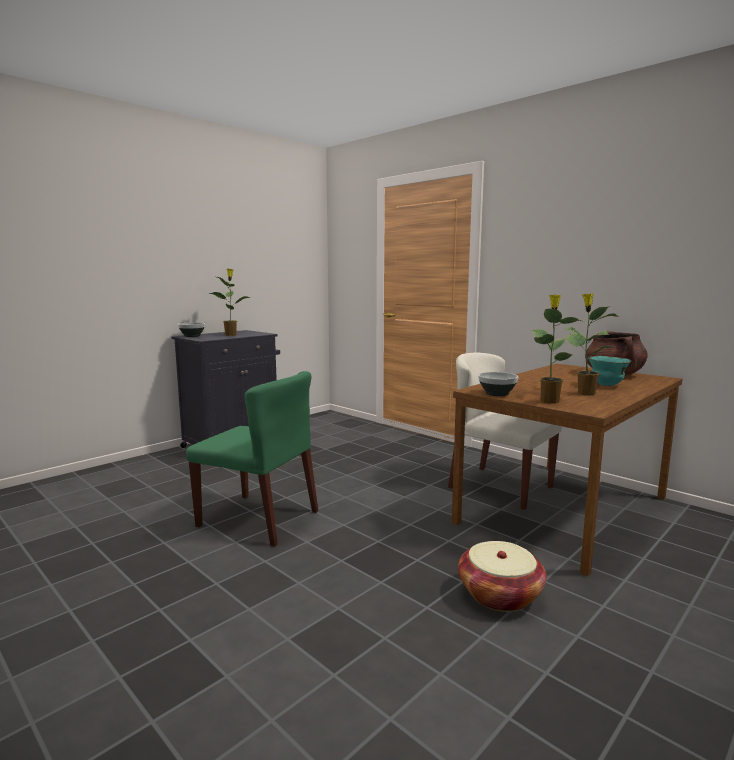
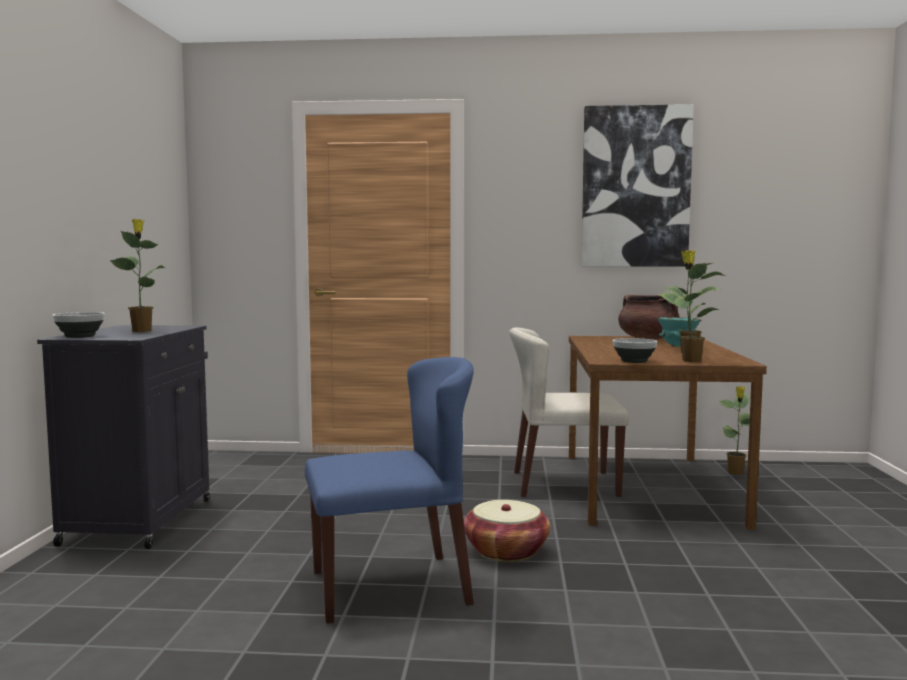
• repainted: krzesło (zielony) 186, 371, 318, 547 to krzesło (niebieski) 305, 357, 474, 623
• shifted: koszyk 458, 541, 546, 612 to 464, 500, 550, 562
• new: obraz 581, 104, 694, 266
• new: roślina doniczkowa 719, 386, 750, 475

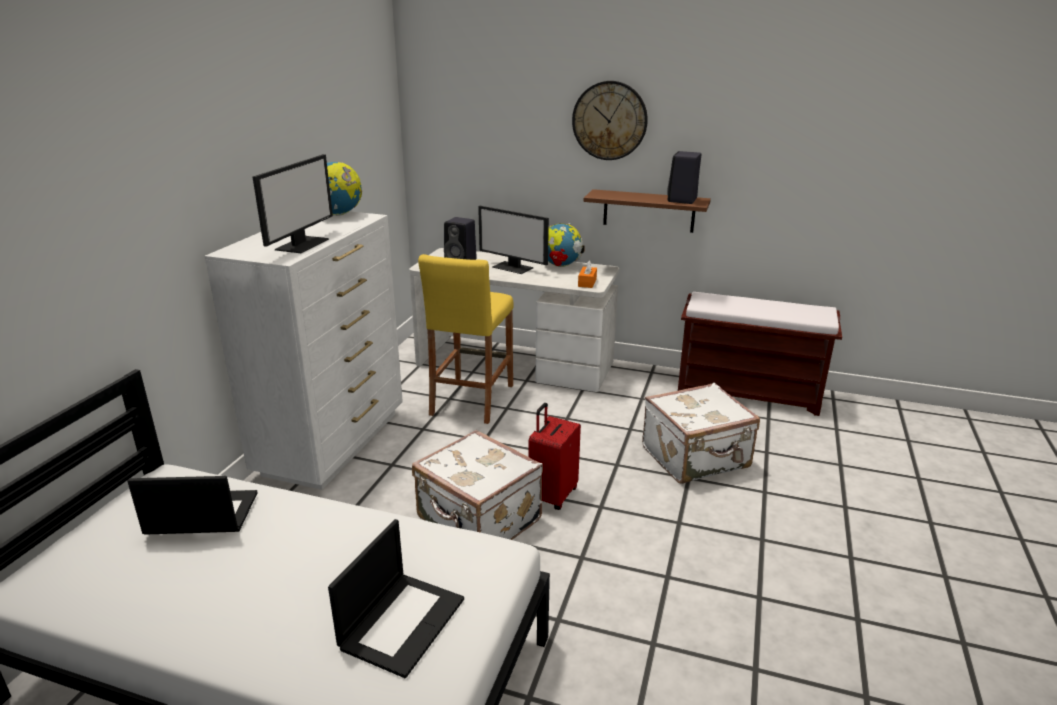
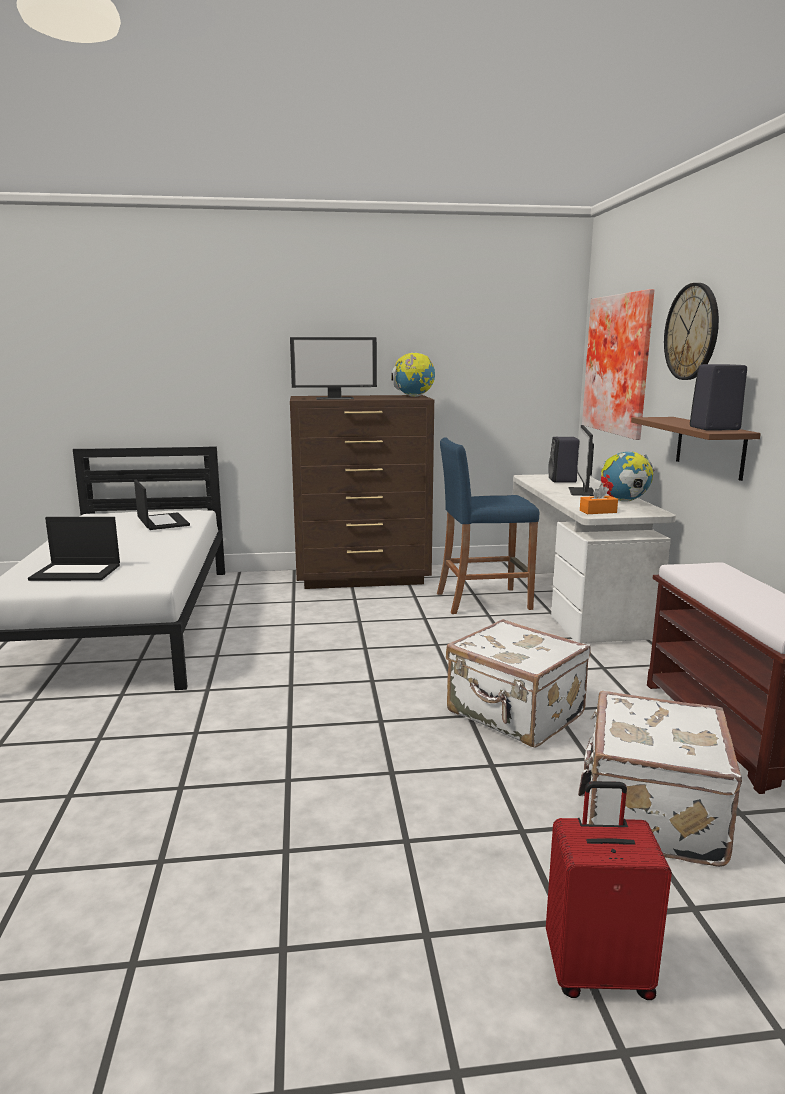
• repainted: komoda (biały) 205, 211, 403, 490 to komoda (brązowy) 290, 395, 434, 589
• repainted: stołek (żółty) 418, 254, 514, 424 to stołek (niebieski) 437, 438, 539, 614
• shifted: walizka (czerwony) 528, 403, 581, 510 to 546, 781, 672, 1000
• shifted: walizka (biały) 412, 430, 543, 540 to 578, 691, 742, 867
• new: obraz 582, 289, 654, 440

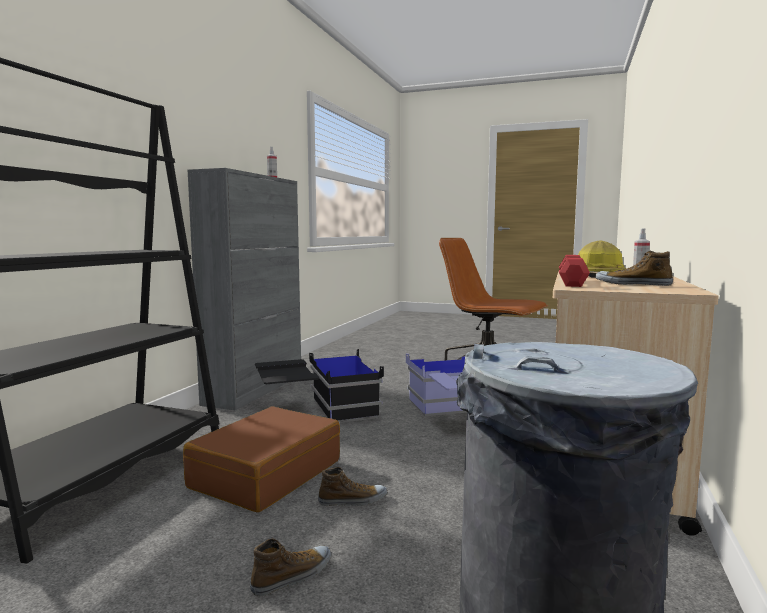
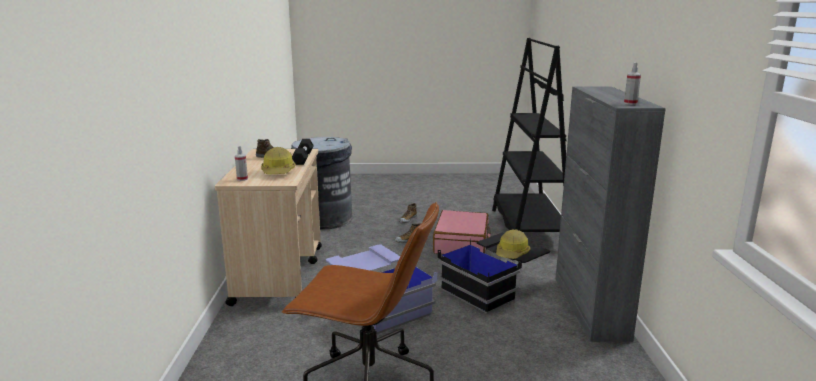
• repainted: hantel (czerwony) 559, 255, 590, 287 to hantel (czarny) 292, 139, 314, 165
• repainted: walizka (brązowy) 183, 406, 340, 513 to walizka (różowy) 433, 210, 491, 254
• new: kask 496, 229, 530, 259

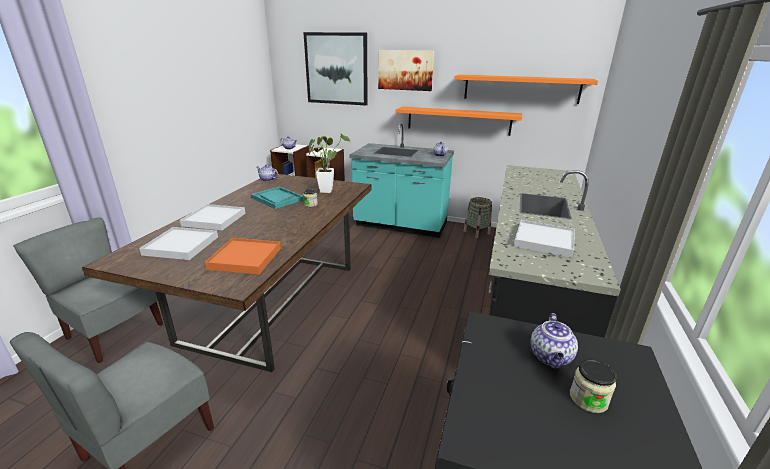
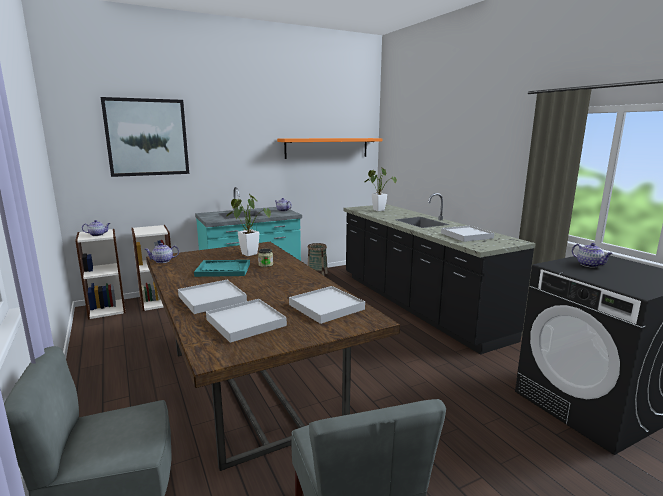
• repainted: taca (pomarańczowy) 205, 238, 281, 274 to taca (biały) 289, 286, 365, 324
• new: roślina doniczkowa 365, 167, 397, 211
• gone: obraz 378, 50, 434, 91
• gone: półka (pomarańczowy) 396, 107, 522, 136
• gone: słoik 570, 360, 617, 413

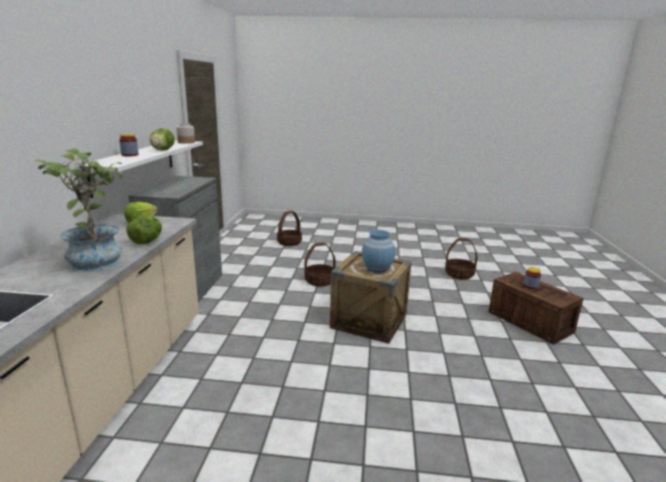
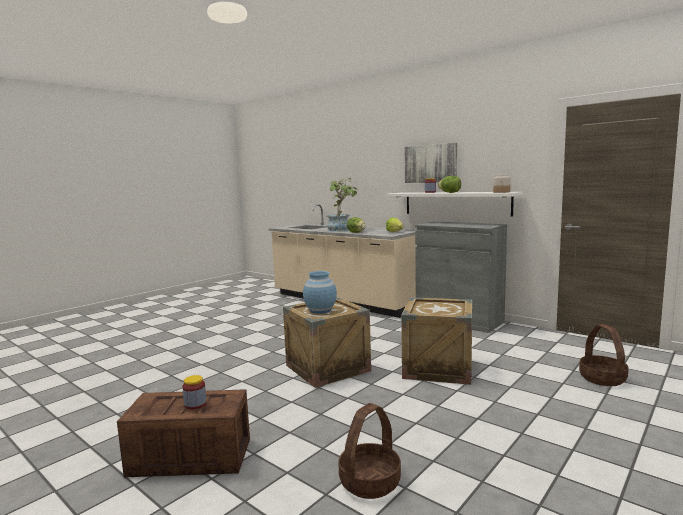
• swapped: koszyk 305, 243, 336, 287 to skrzynka 401, 297, 472, 385
• new: obraz 405, 143, 457, 183

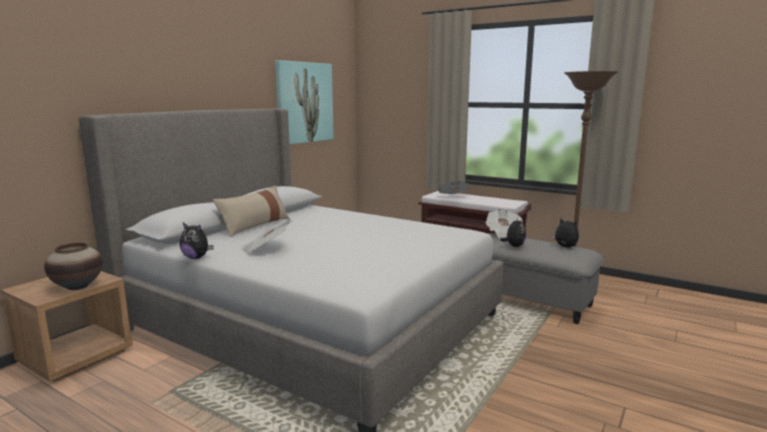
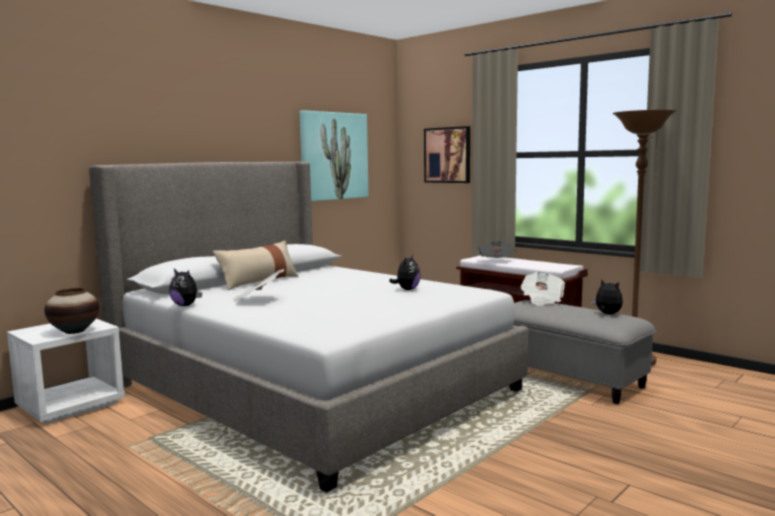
• repainted: szafka nocna (brązowy) 1, 271, 133, 382 to szafka nocna (biały) 7, 319, 125, 424
• shifted: pluszak 500, 218, 526, 247 to 389, 255, 421, 290
• new: obraz 424, 126, 470, 183

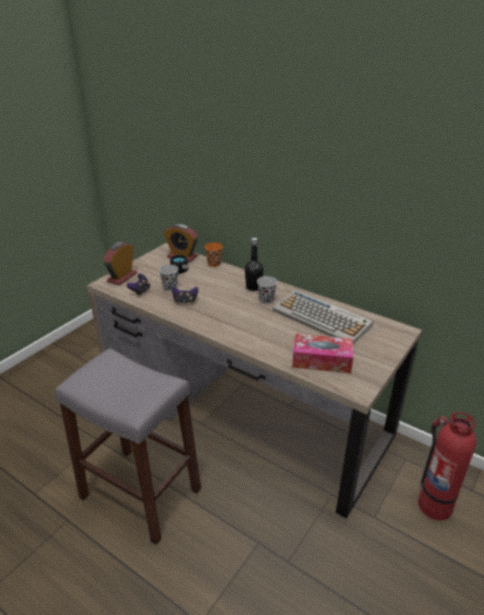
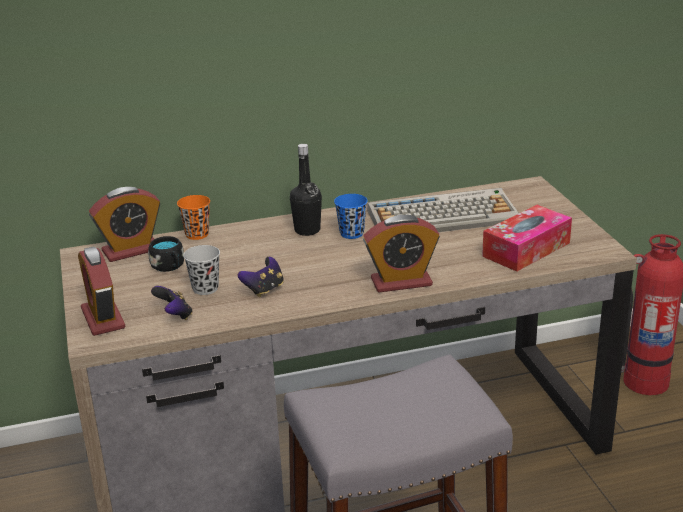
• repainted: filiżanka (czarny) 257, 276, 277, 304 to filiżanka (niebieski) 334, 194, 368, 239
• new: budzik 363, 215, 440, 293

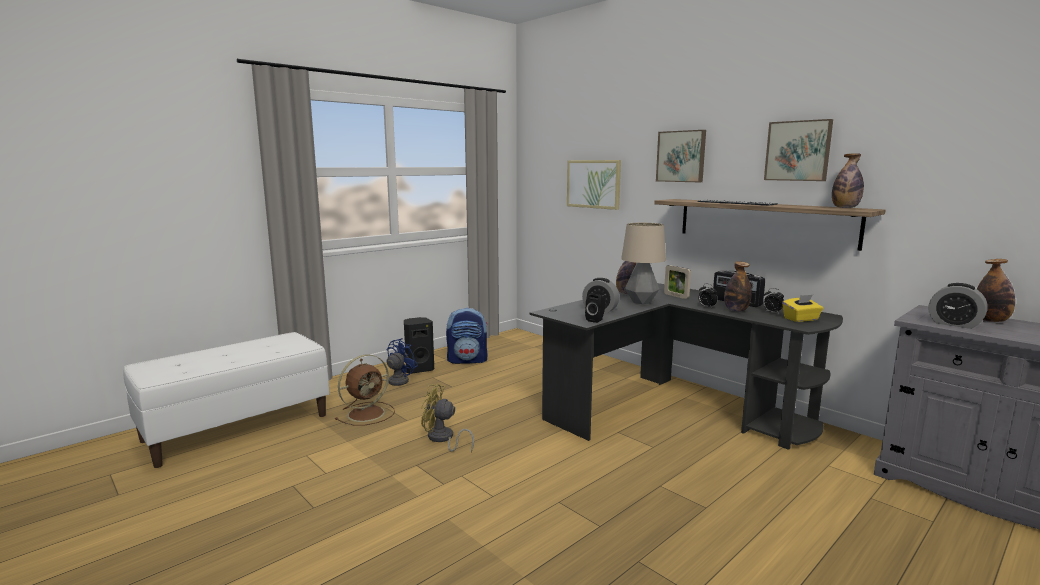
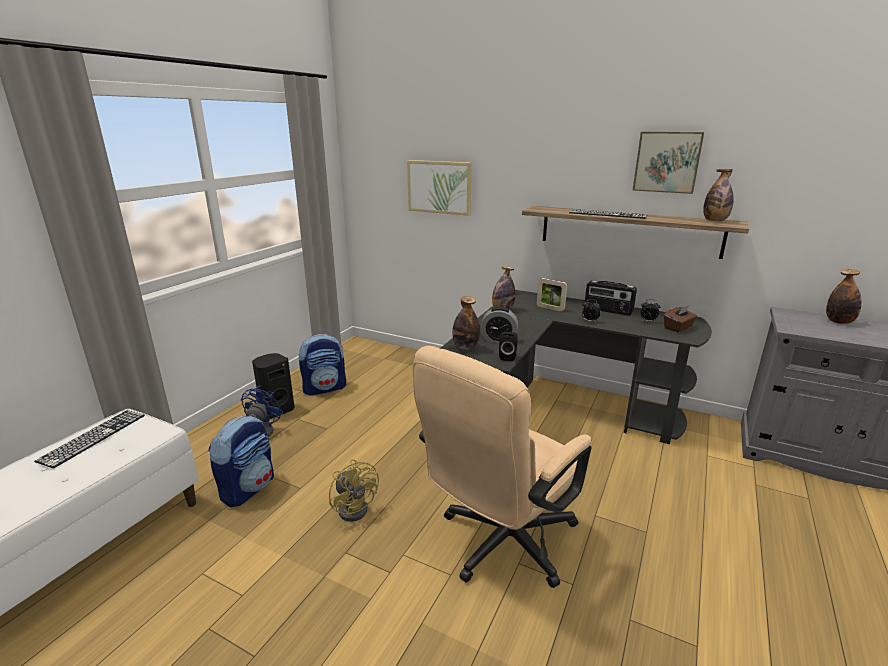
• new: klawiatura 34, 410, 145, 468
• swapped: wentylator (brązowy) 335, 354, 395, 426 to plecak 208, 416, 274, 507
• rotated: wentylator (żółty) 421, 384, 474, 452 = 329, 459, 379, 522 120 degrees counterclockwise
• new: krzesło biurowe (beżowy) 413, 346, 591, 588
• shifted: butelka 724, 261, 752, 312 to 452, 296, 480, 350
• repainted: pudełko chusteczek (żółty) 782, 295, 823, 322 to pudełko chusteczek (brązowy) 664, 305, 697, 332
• gone: lampa stołowa 621, 223, 666, 304
• gone: obraz 656, 130, 706, 182
• gone: budzik 929, 283, 988, 329

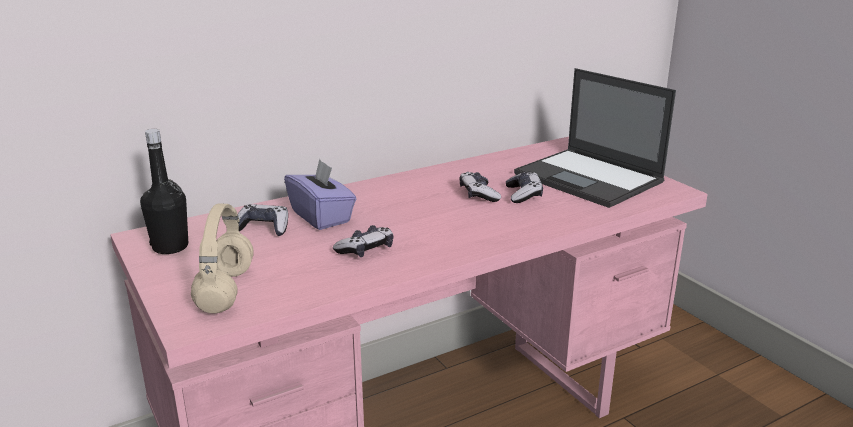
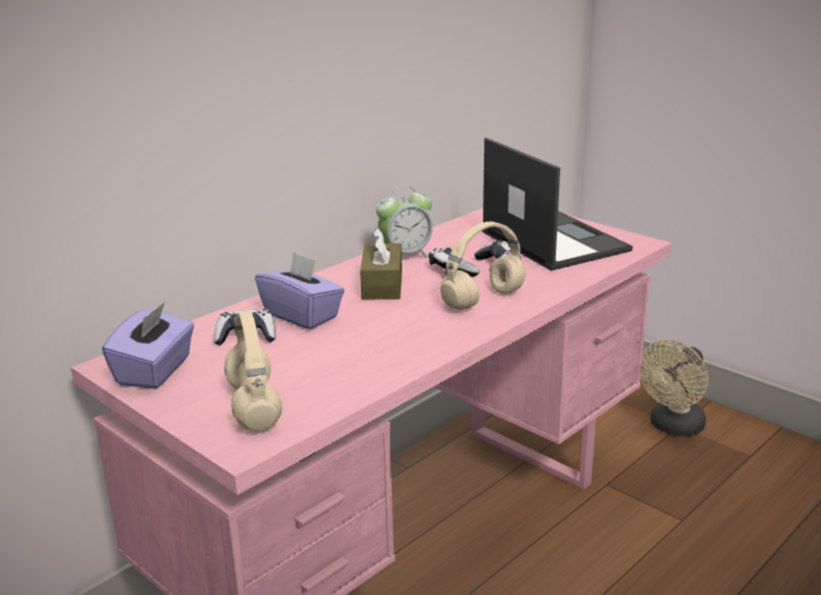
• swapped: butelka (czarny) 140, 129, 188, 254 to pudełko chusteczek (fioletowy) 102, 302, 194, 389
• new: pudełko chusteczek (brązowy) 360, 227, 402, 300
• new: budzik 376, 185, 432, 258
• new: słuchawki (beżowy) 440, 222, 526, 310
• rotated: laptop 514, 68, 676, 208 = 482, 138, 633, 271 150 degrees counterclockwise
• new: wentylator (beżowy) 640, 339, 708, 437
• gone: pad do gier 333, 225, 393, 257

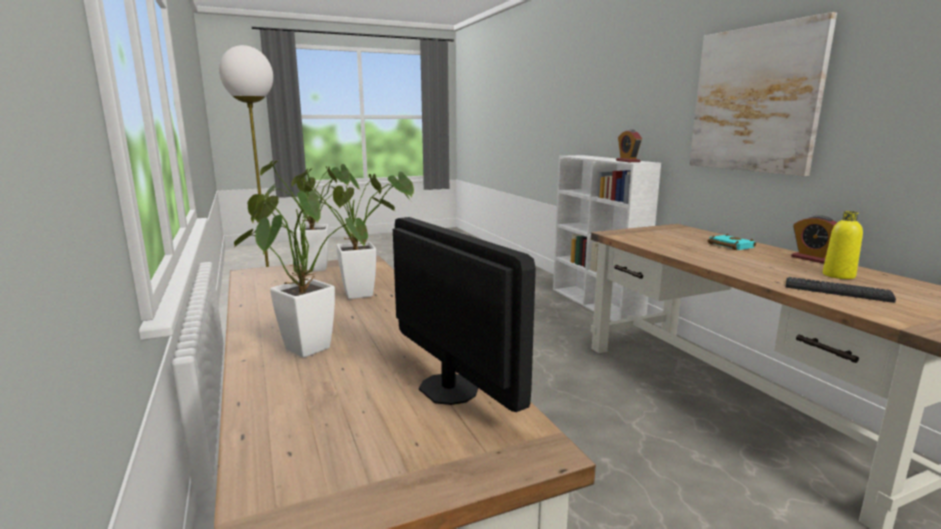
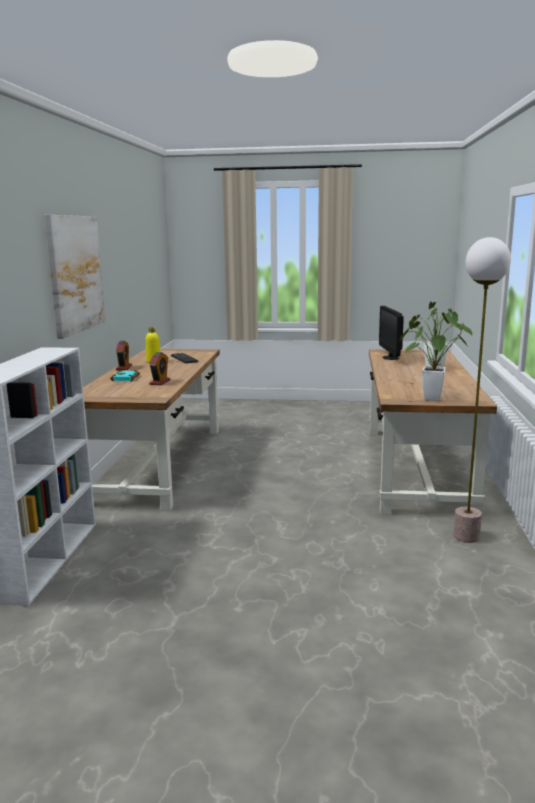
• shifted: budzik 616, 130, 642, 162 to 149, 352, 171, 385
• gone: roślina doniczkowa 291, 168, 414, 299

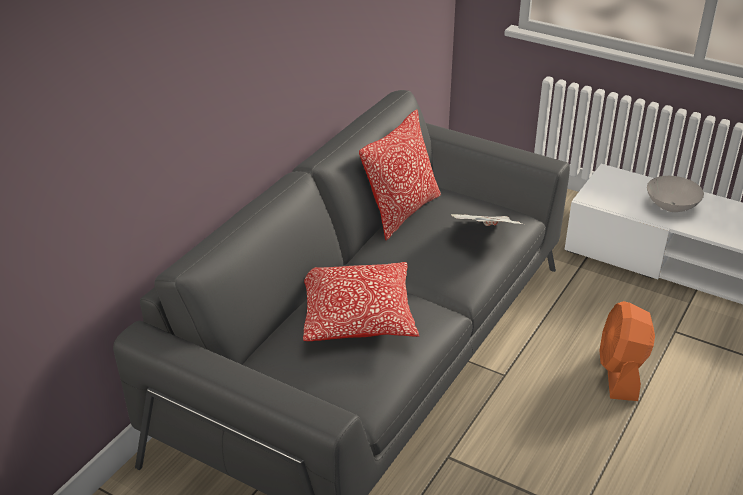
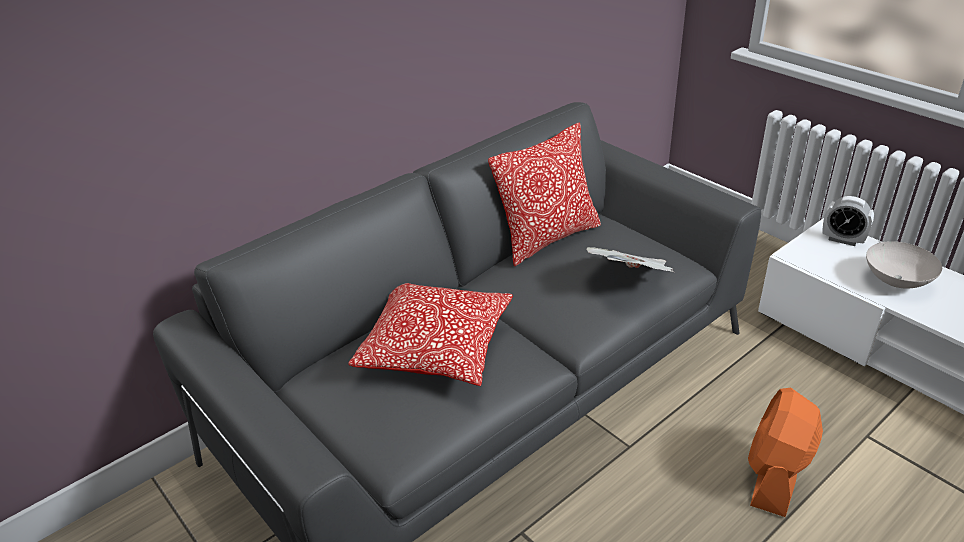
• new: budzik 823, 196, 874, 246

